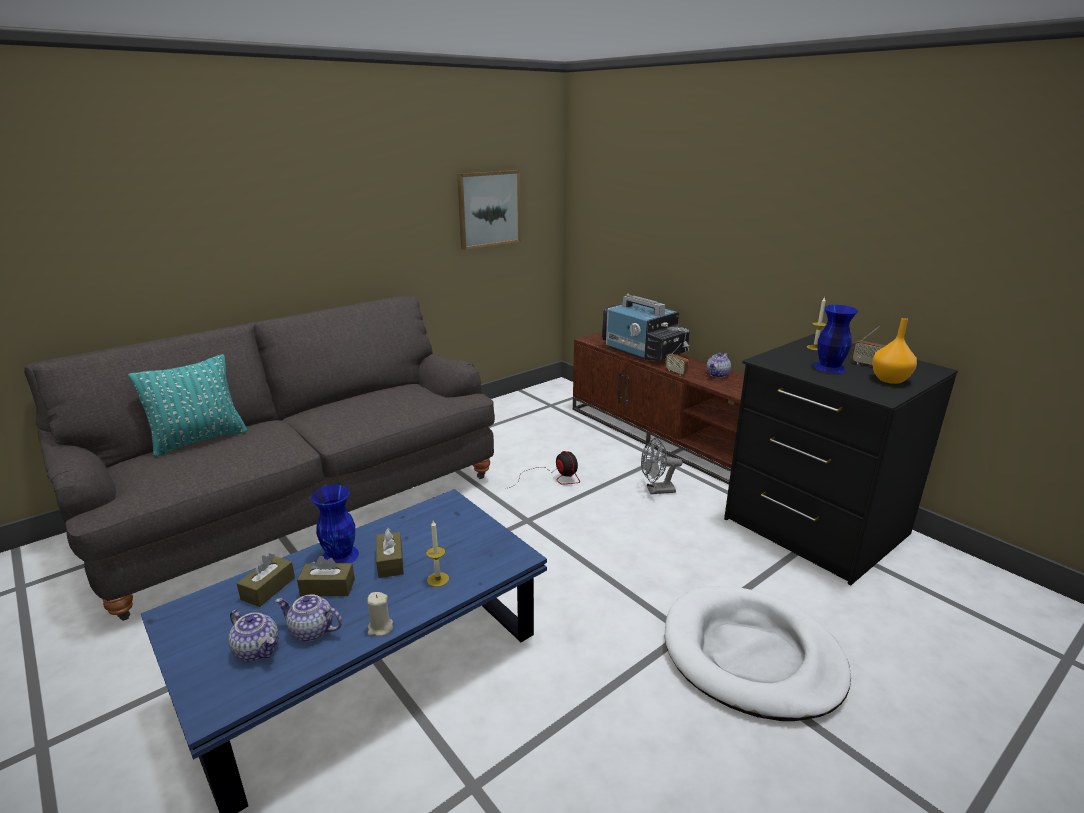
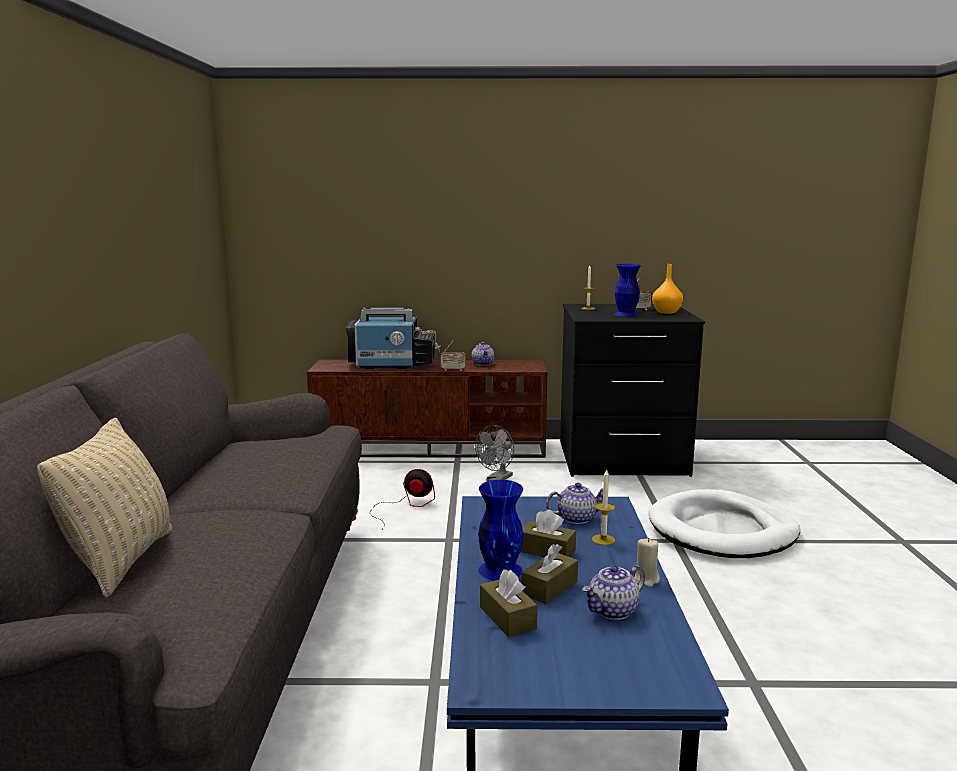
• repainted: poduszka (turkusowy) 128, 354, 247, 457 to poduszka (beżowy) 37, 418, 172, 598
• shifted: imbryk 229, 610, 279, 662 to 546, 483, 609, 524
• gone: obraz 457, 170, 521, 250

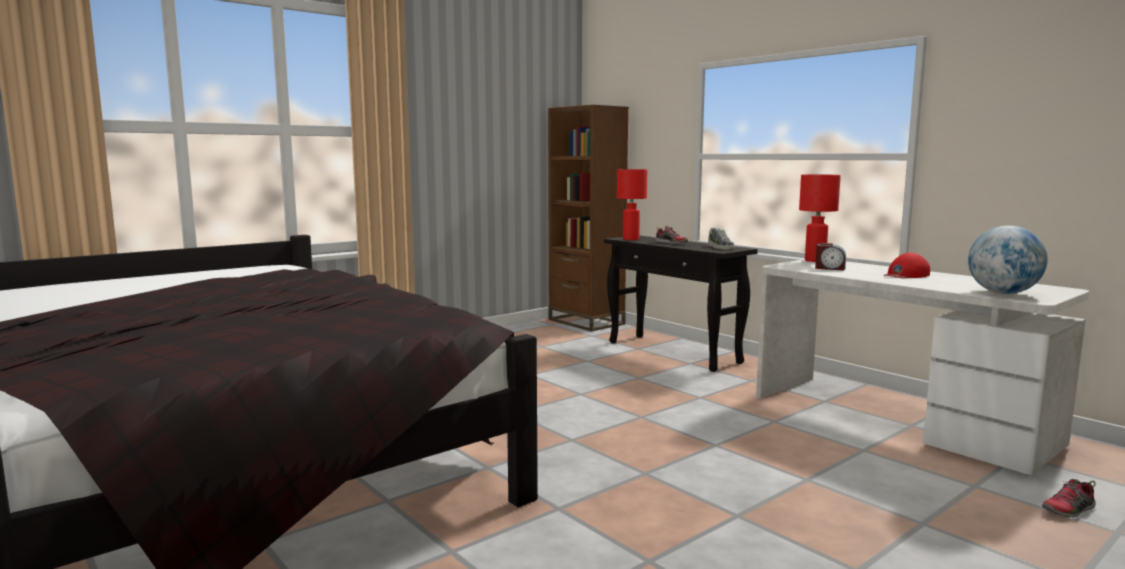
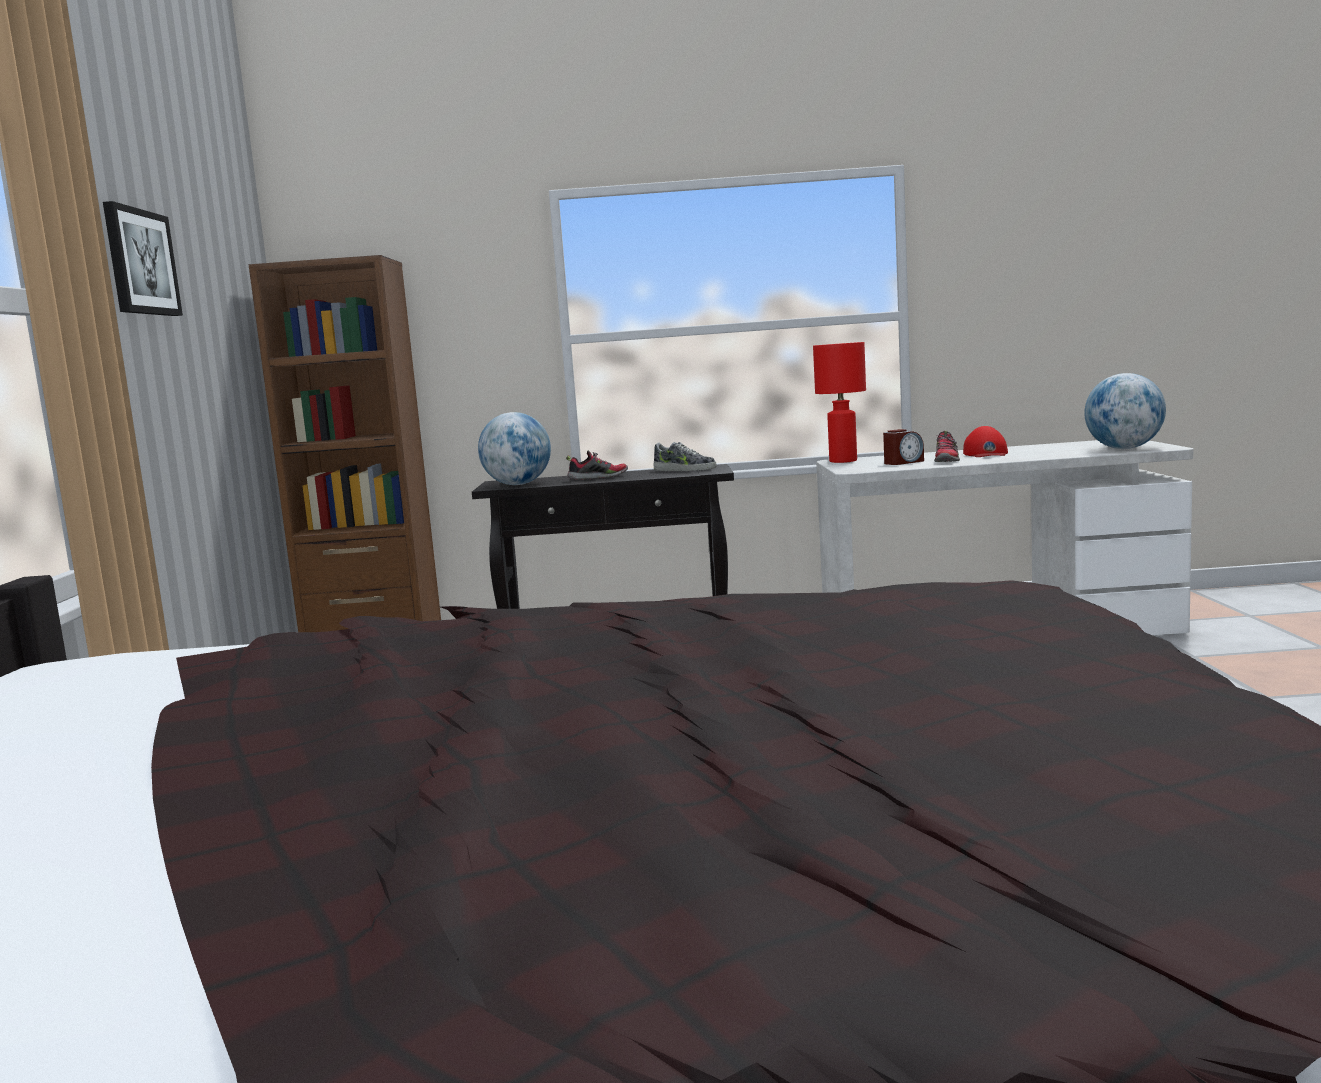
• new: obraz 103, 201, 183, 316
• swapped: lampa stołowa (czerwony) 617, 169, 647, 240 to globus 478, 412, 551, 485
• shifted: but 1042, 479, 1096, 517 to 934, 431, 960, 462

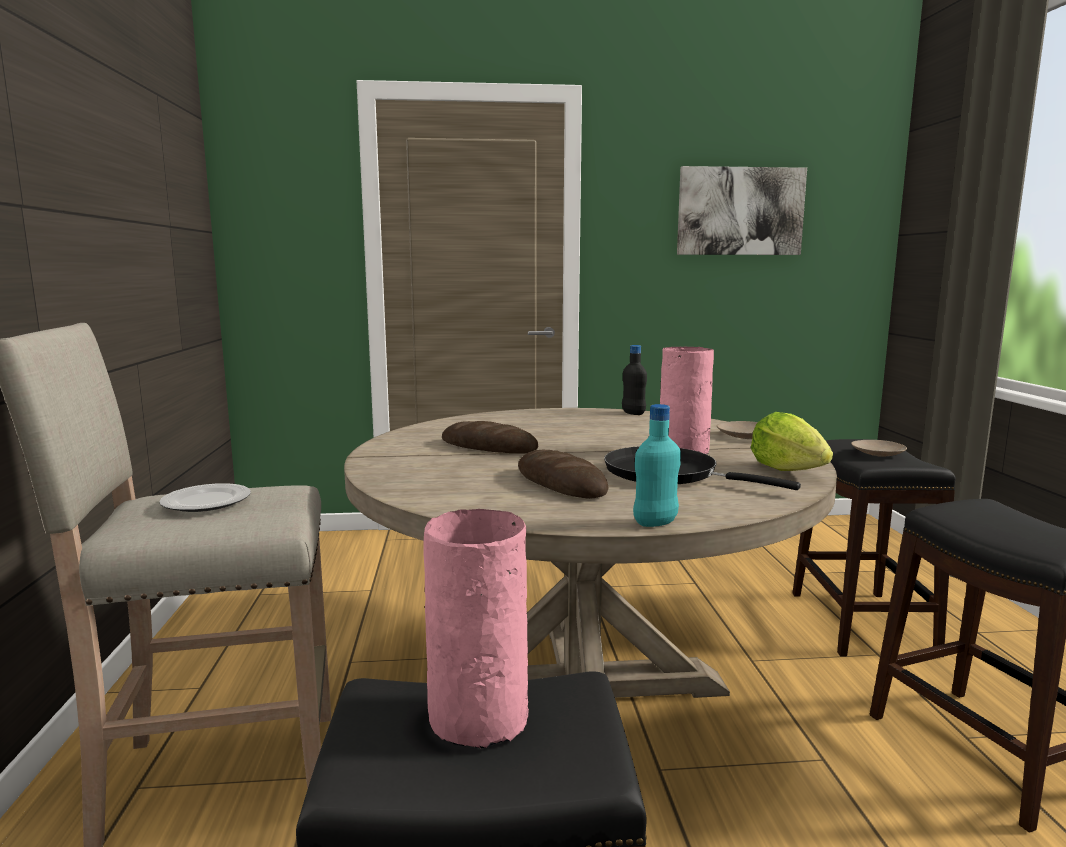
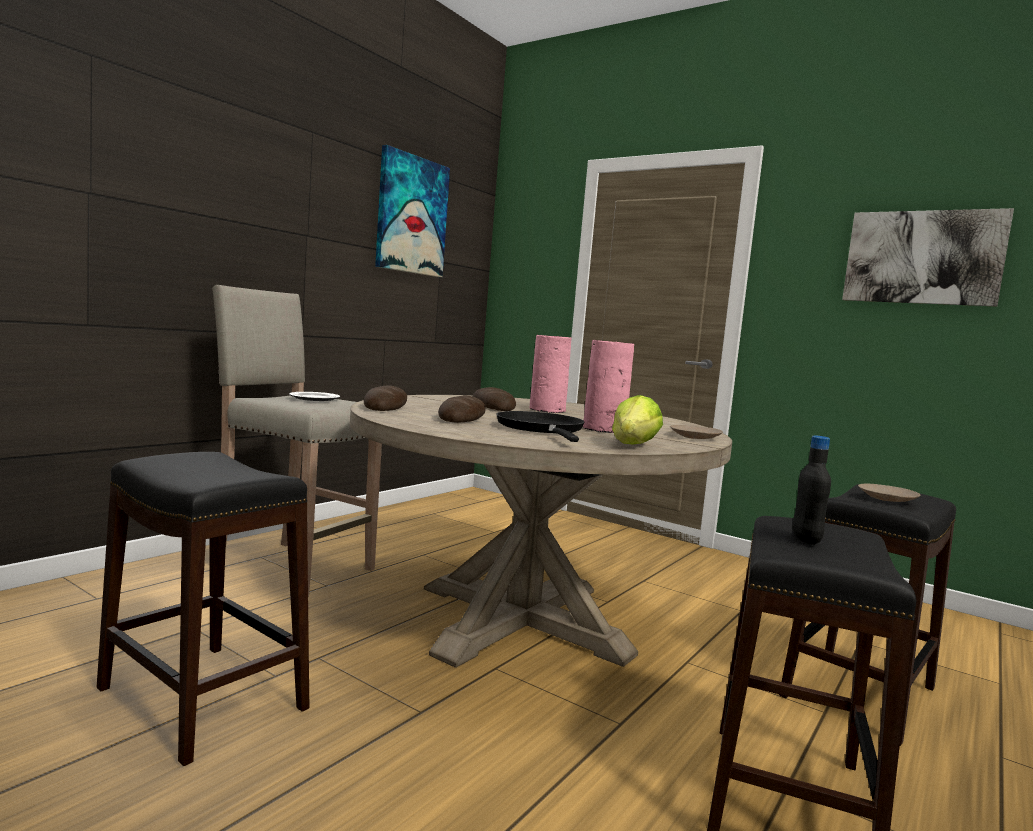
• new: chleb 364, 386, 407, 411
• new: obraz 375, 145, 450, 277
• shifted: wazon (różowy) 423, 509, 529, 748 to 530, 335, 572, 413
• shifted: butelka (czarny) 622, 345, 647, 415 to 792, 436, 831, 545
• gone: butelka (turkusowy) 633, 404, 681, 527

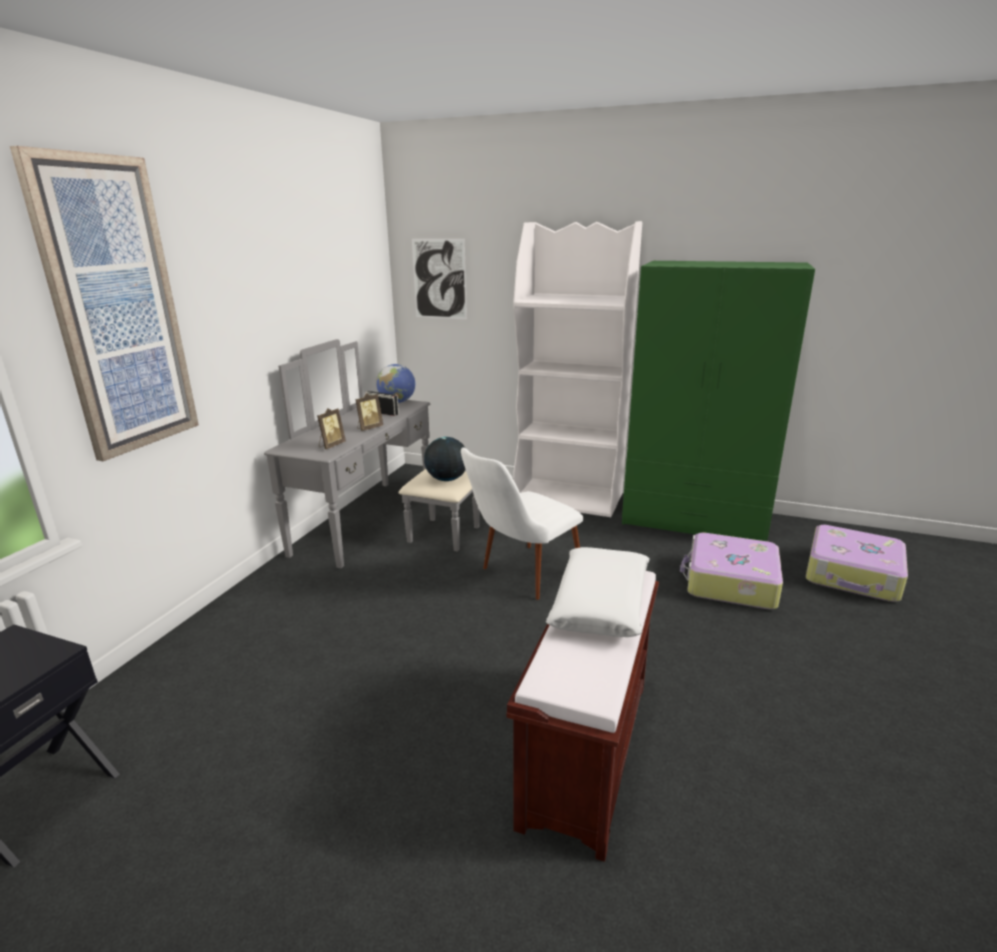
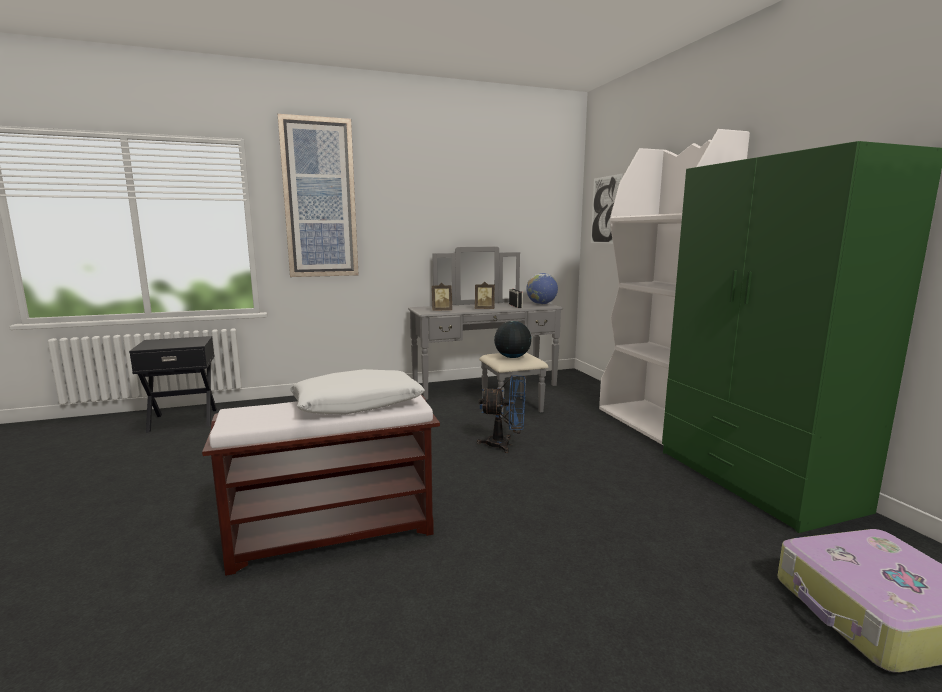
• swapped: krzesło (biały) 461, 447, 583, 600 to wentylator (niebieski) 477, 375, 525, 453
• gone: walizka 680, 532, 783, 609

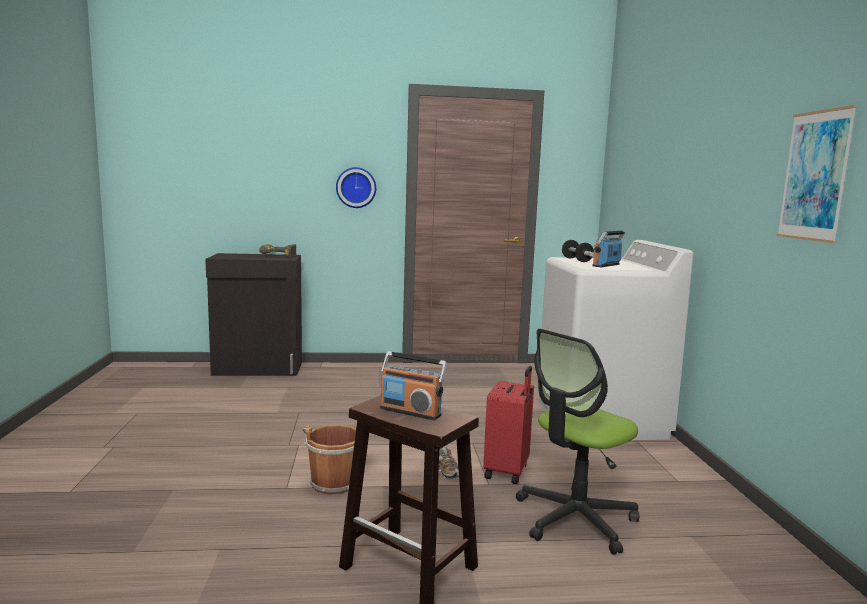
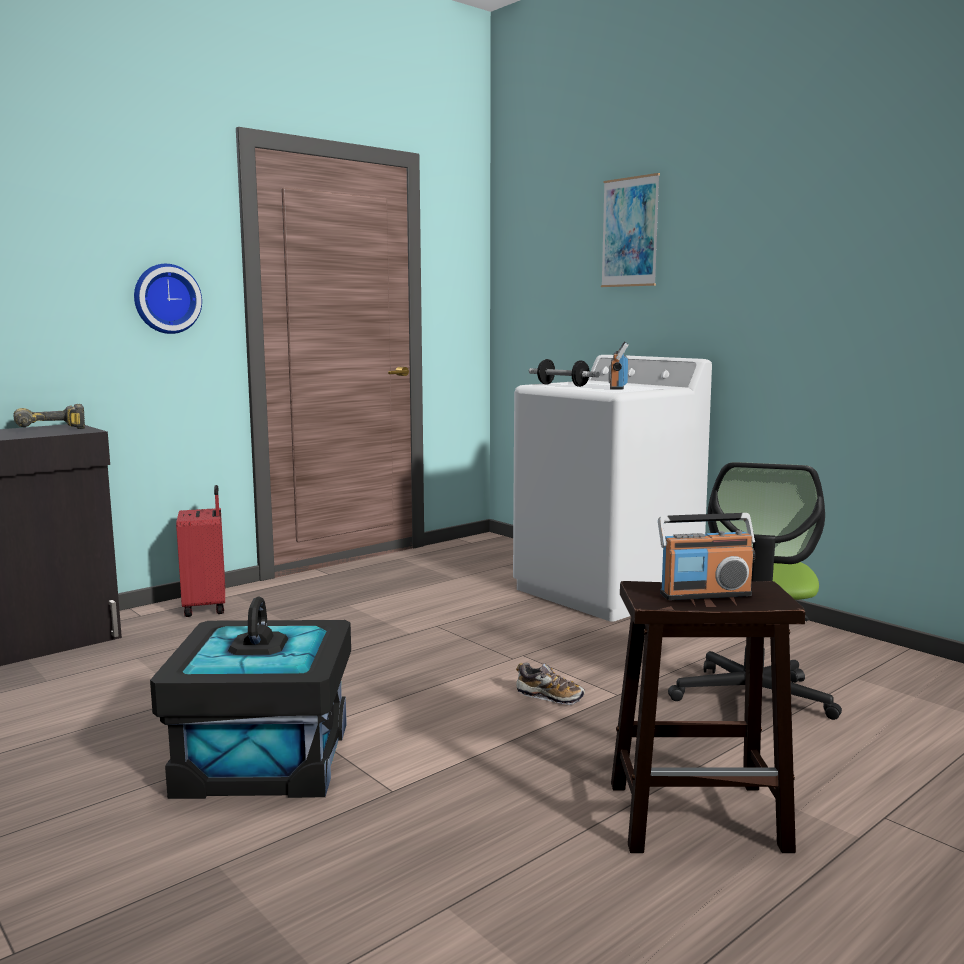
• new: pojemnik do przechowywania (czarny) 150, 597, 351, 799
• shifted: walizka (czerwony) 483, 366, 534, 484 to 176, 485, 225, 617
• shifted: obraz 776, 105, 858, 243 to 601, 173, 660, 287
• gone: wiadro (brązowy) 303, 424, 356, 495

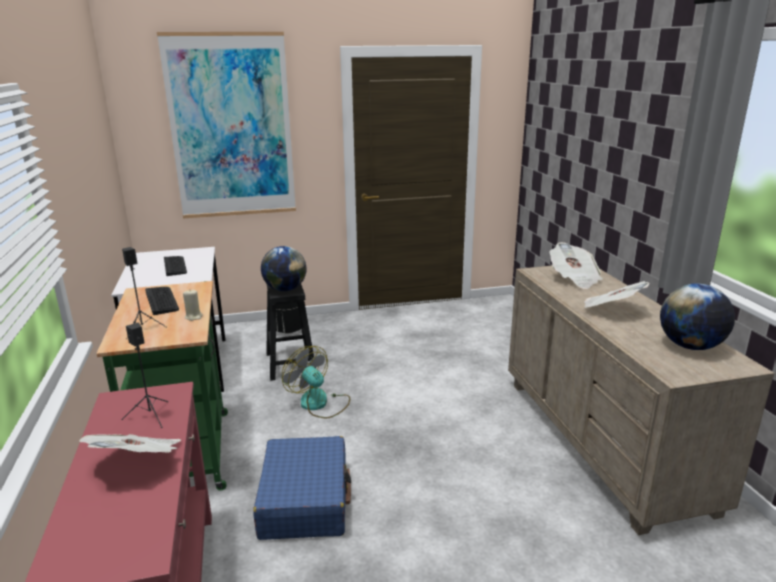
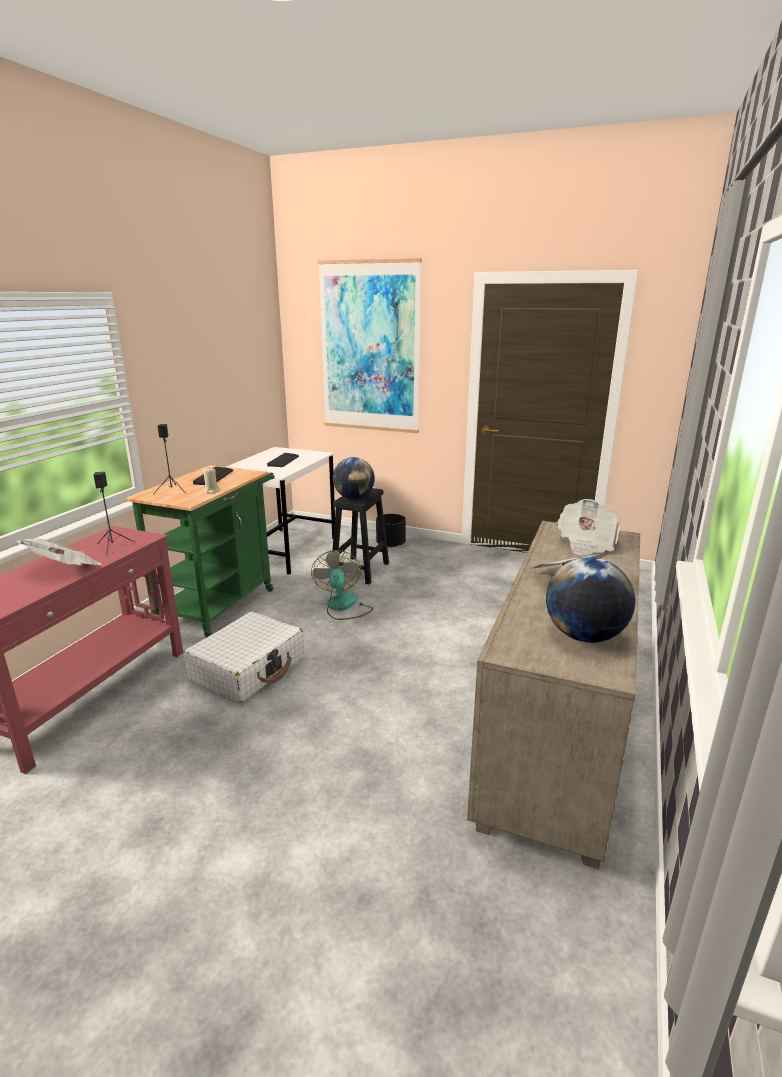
• repainted: walizka (niebieski) 253, 436, 351, 540 to walizka (biały) 183, 612, 305, 703

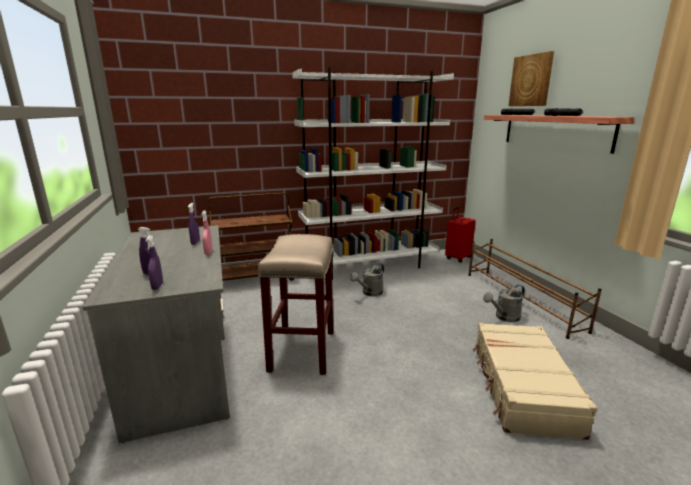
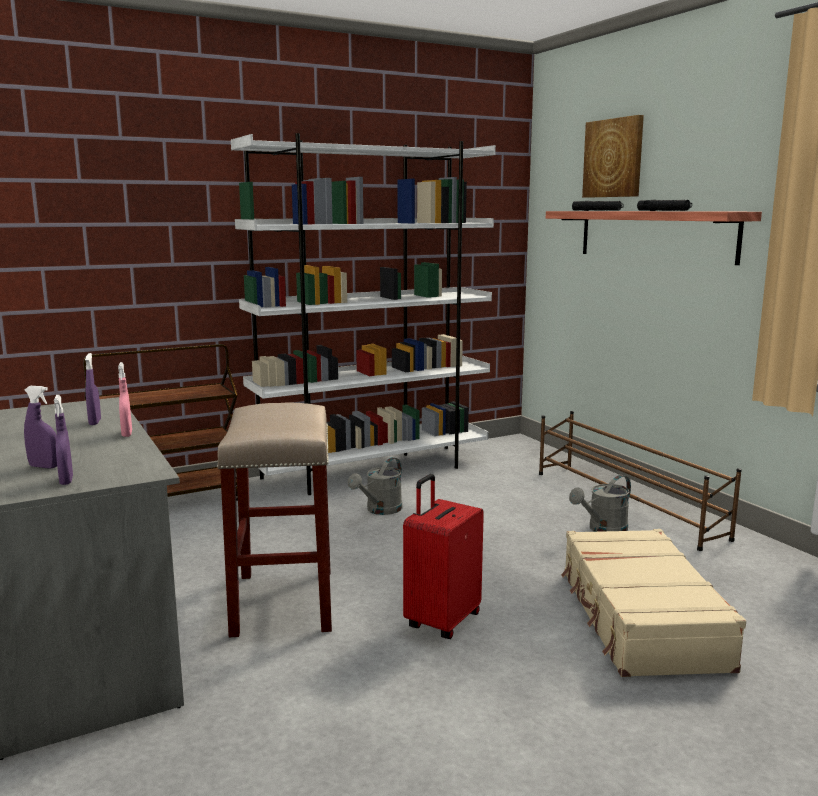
• shifted: walizka (czerwony) 445, 207, 476, 262 to 403, 474, 484, 639

